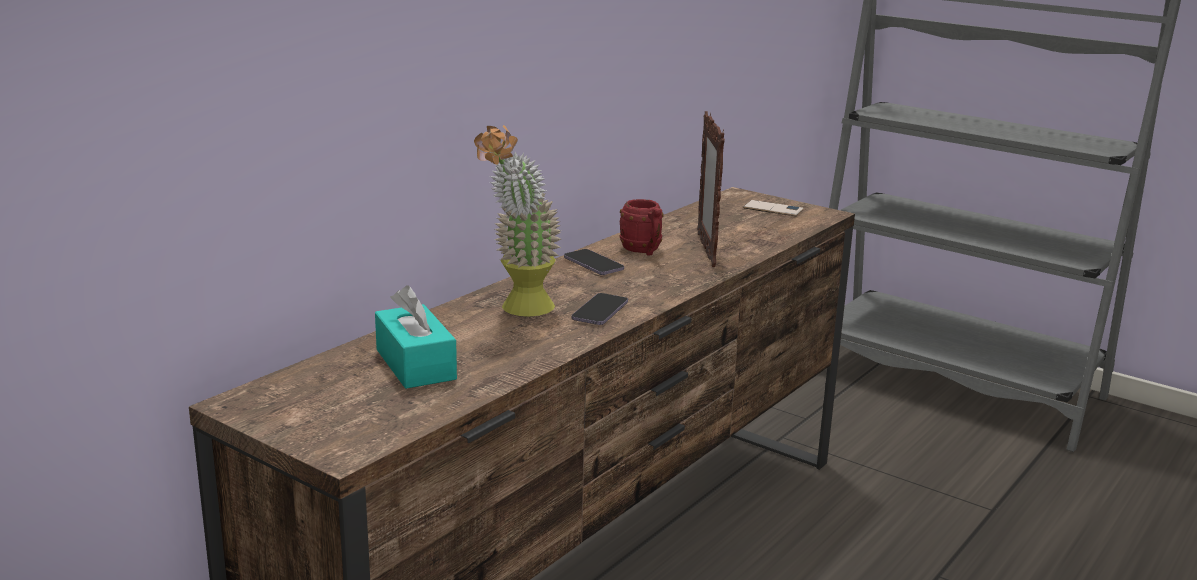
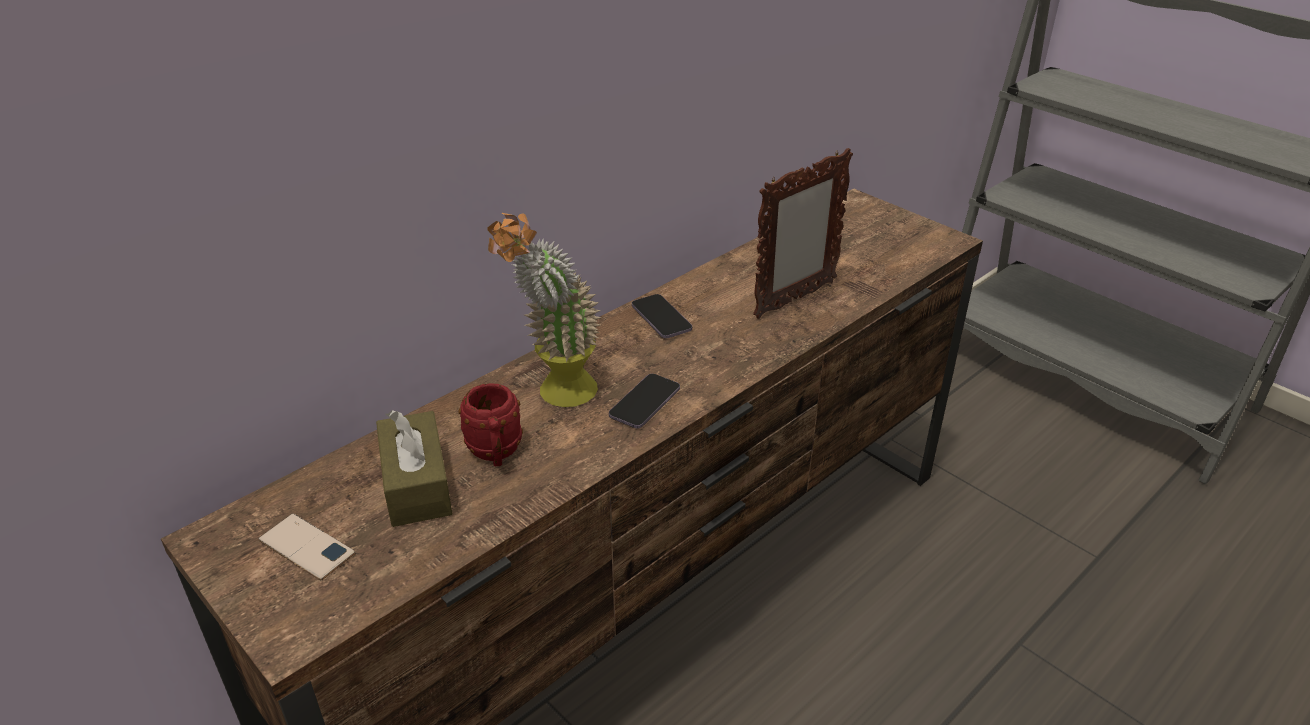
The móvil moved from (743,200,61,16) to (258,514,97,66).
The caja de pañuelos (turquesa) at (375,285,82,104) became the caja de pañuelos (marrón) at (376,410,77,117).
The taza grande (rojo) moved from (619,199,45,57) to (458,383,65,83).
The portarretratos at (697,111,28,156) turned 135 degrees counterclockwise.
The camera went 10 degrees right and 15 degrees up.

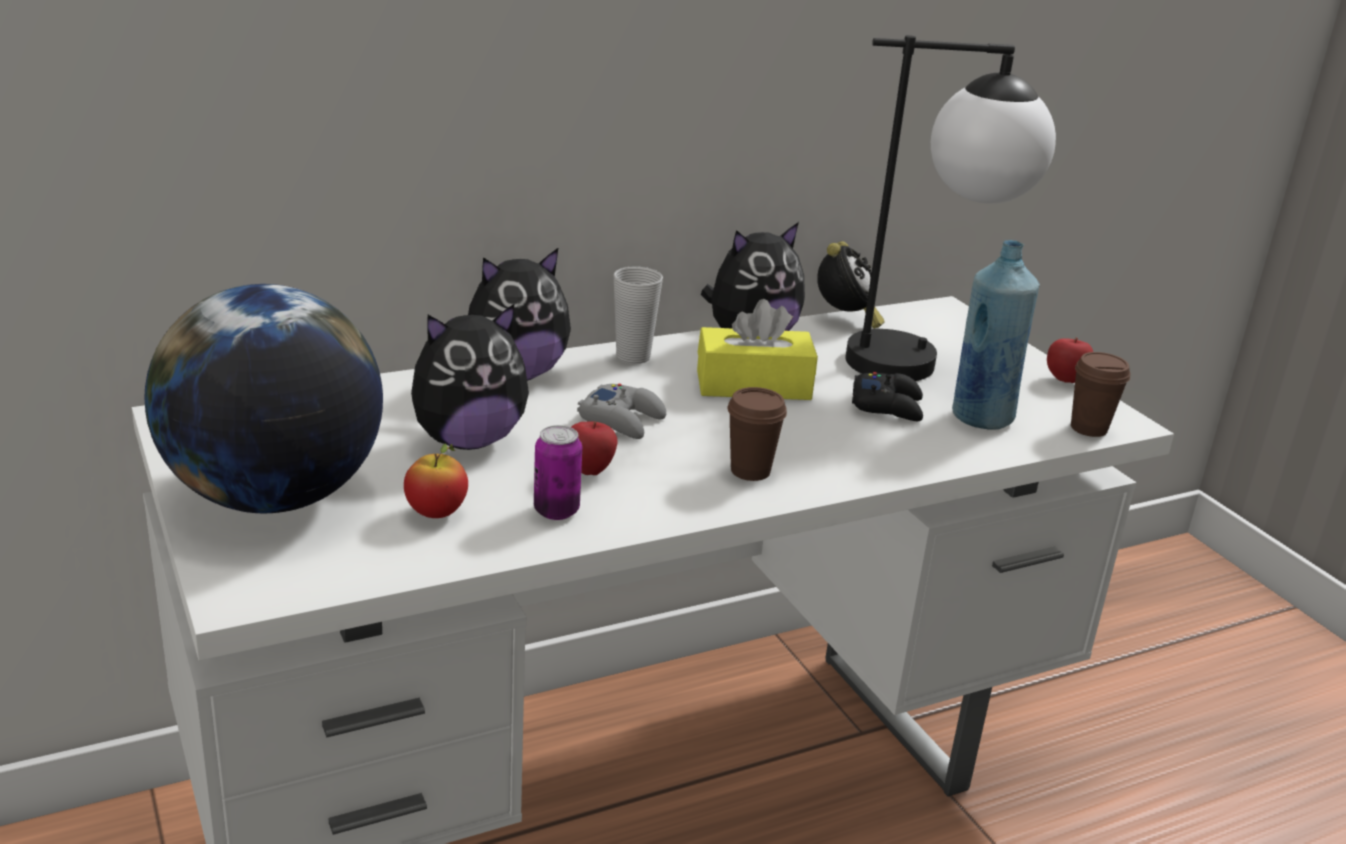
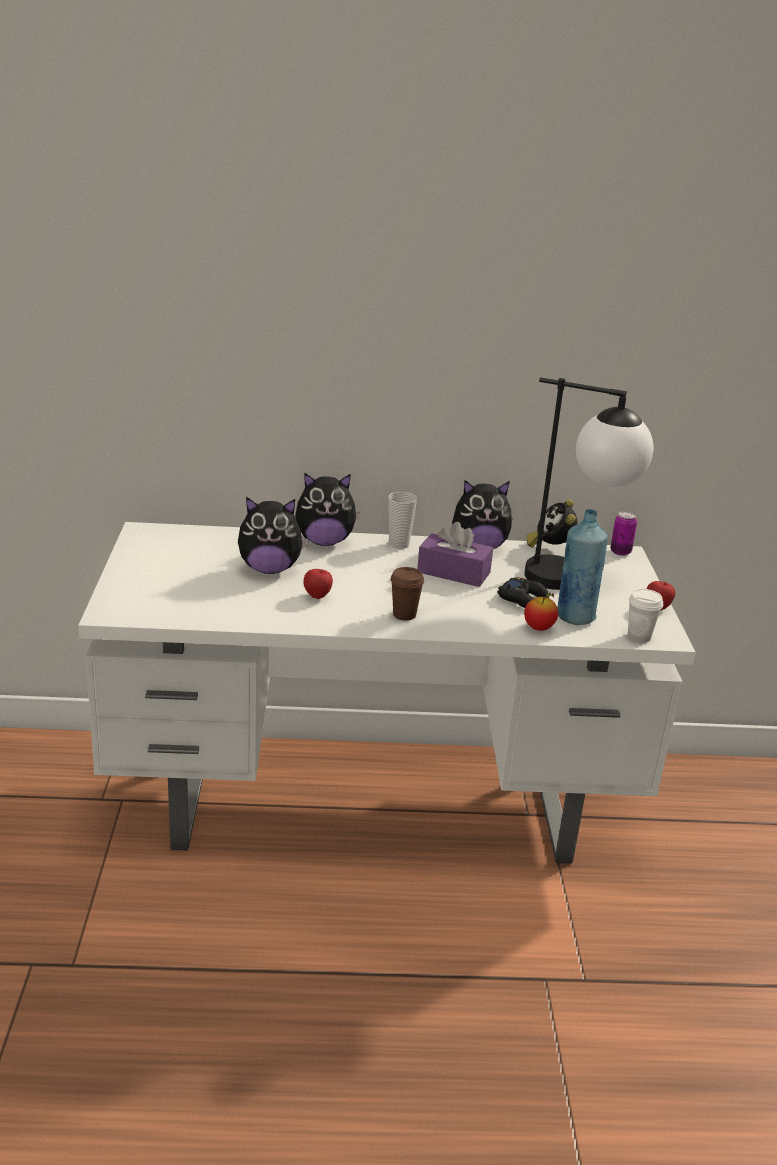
The caja de pañuelos (amarillo) at (697,299,121,101) became the caja de pañuelos (morado) at (417,522,76,65).
The manzana moved from (404,444,64,74) to (524,592,34,39).
The despertador at (817,241,68,88) turned 135 degrees clockwise.
The lata moved from (534,425,48,95) to (610,511,27,45).
The taza (marrón) at (1071,352,59,85) became the taza (blanco) at (628,589,35,54).
The globo terráqueo at (144,284,239,229) disappeared.
The mando de consola (gris) at (577,384,89,55) disappeared.
The camera went 25 degrees right and 0 degrees up.

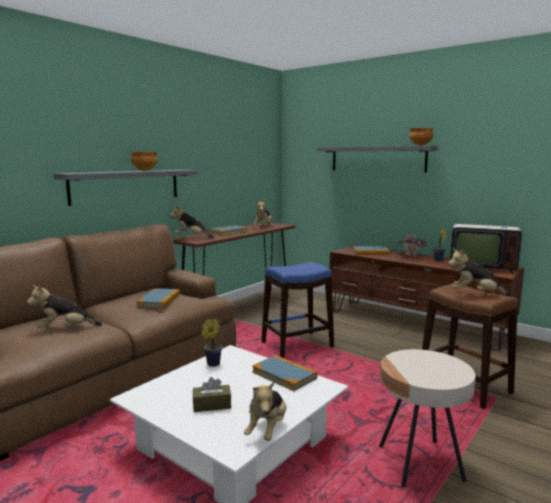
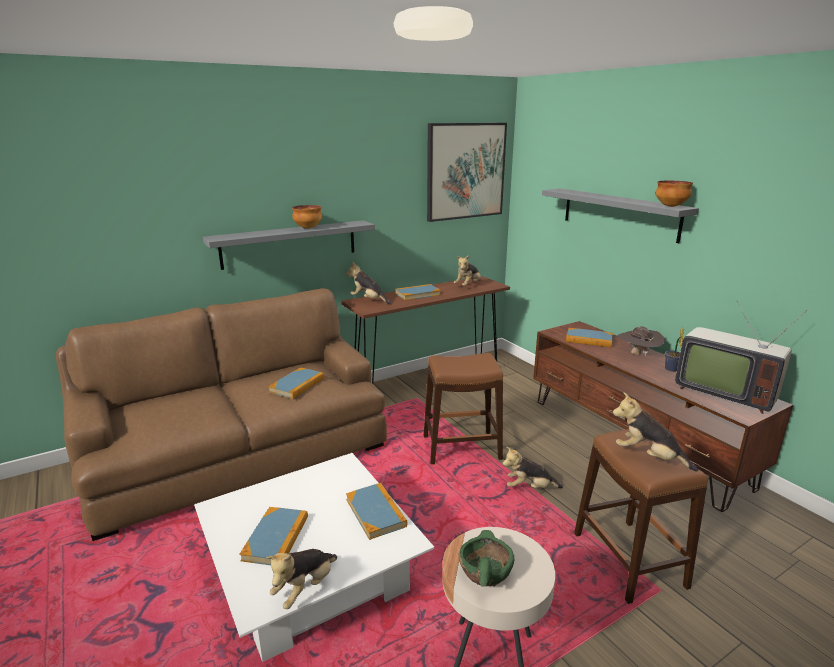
The caja de pañuelos (marrón) at (193,377,38,35) was replaced by the libro at (240,507,68,58).
The taburete (azul) at (262,262,72,96) became the taburete (marrón) at (424,353,79,111).
The cuadro at (427,123,80,99) appeared.
The cuenco (verde) at (459,530,55,57) appeared.
The peluche moved from (27,285,75,43) to (502,447,61,41).
The planta en maceta at (201,319,22,48) disappeared.
The camera went 20 degrees right and 10 degrees up.

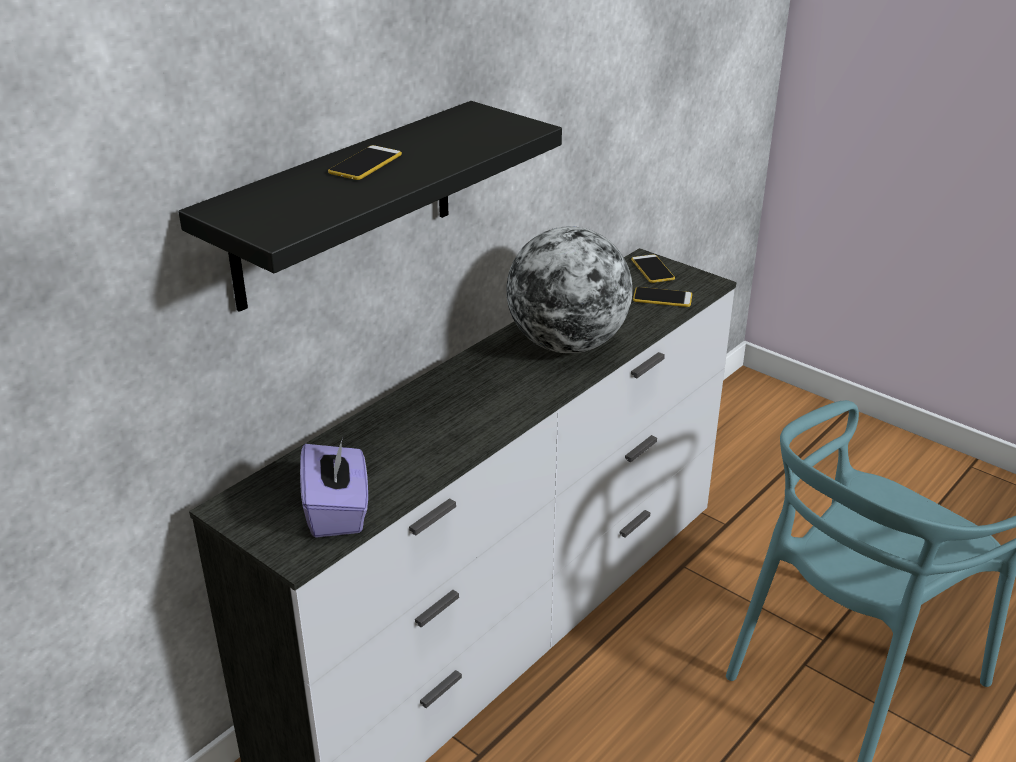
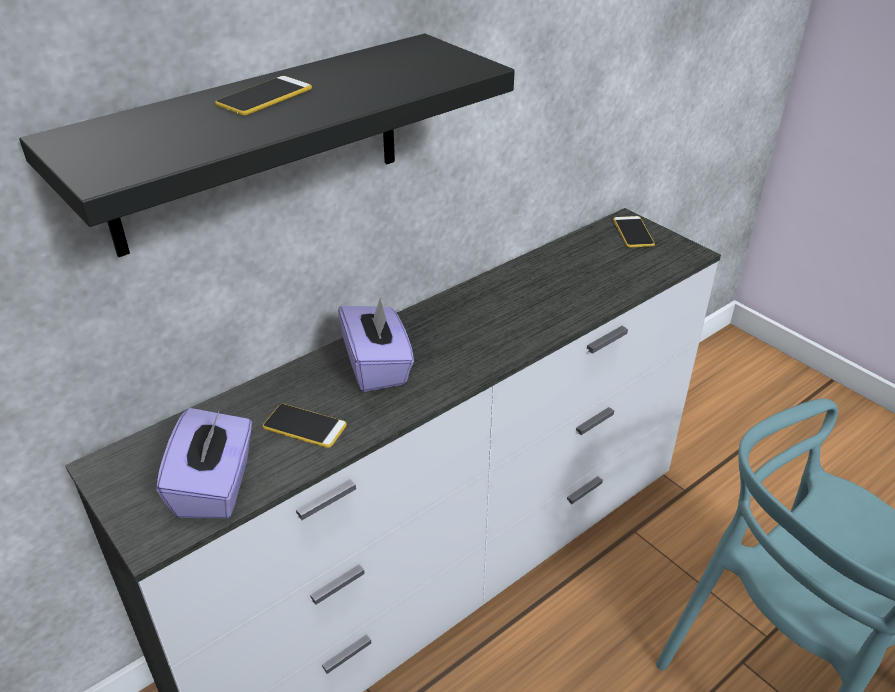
The móvil moved from (633,287,59,20) to (262,404,85,44).
The caja de pañuelos (morado) at (338,296,76,96) appeared.
The globo terráqueo at (506,226,127,128) disappeared.
The camera went 10 degrees right and 5 degrees up.

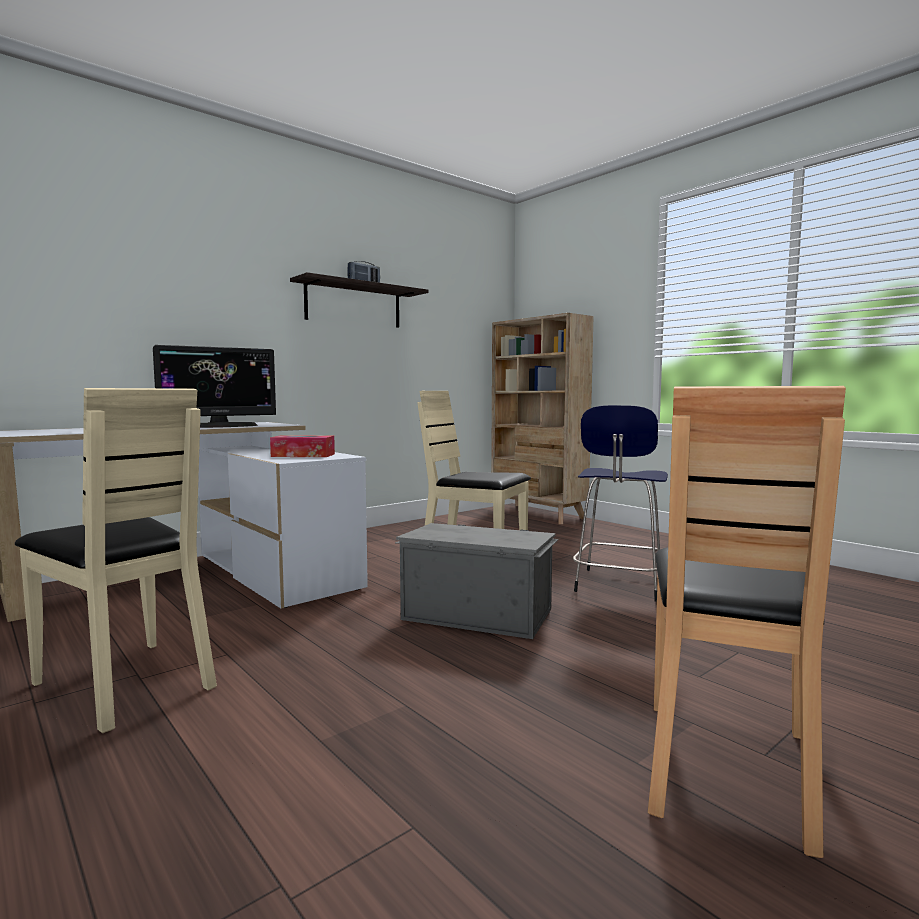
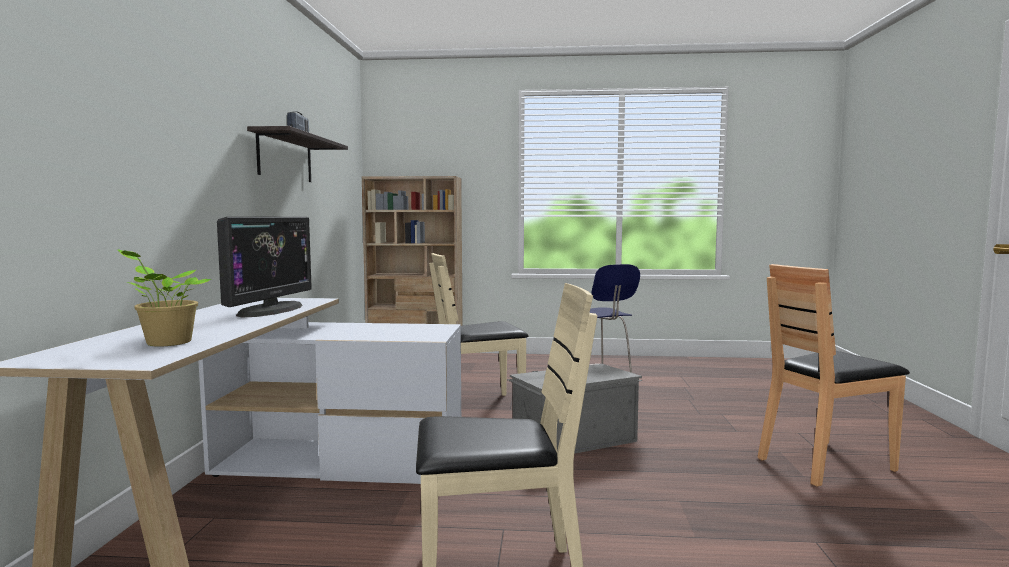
The planta en maceta at (117,249,95,98) appeared.
The silla (marrón) at (648,386,198,472) turned 90 degrees clockwise.
The caja de pañuelos at (270,435,65,22) disappeared.
The camera went 45 degrees left and 0 degrees up.

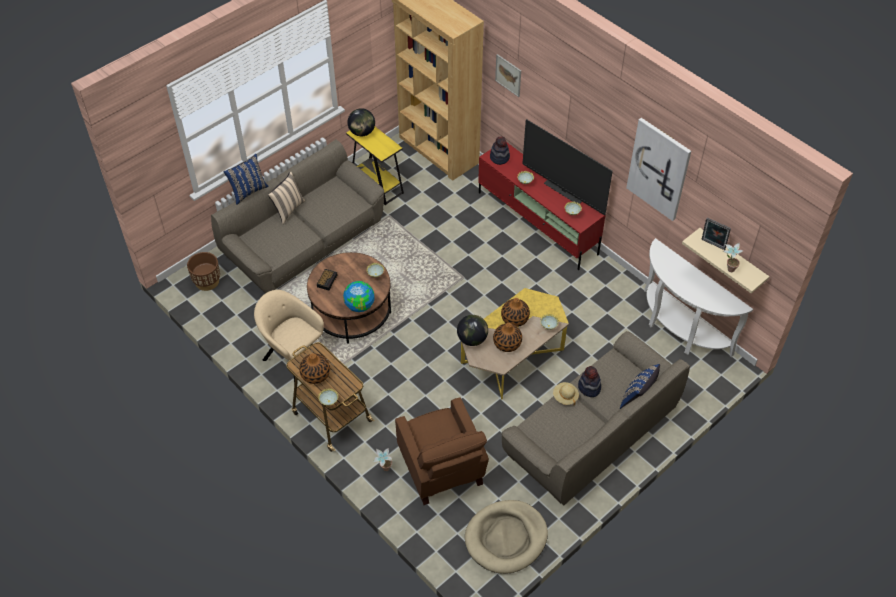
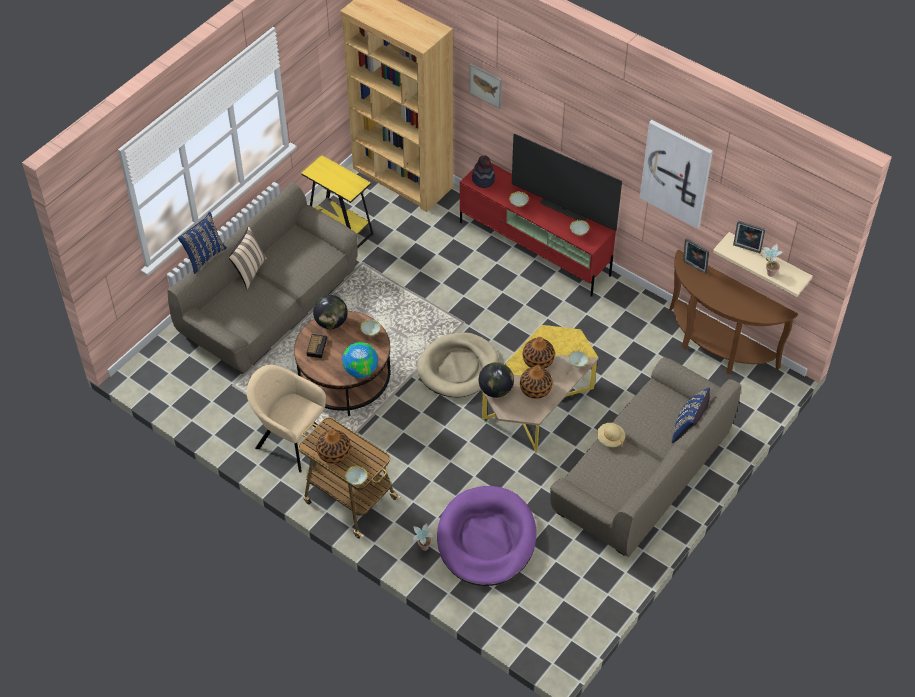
The globo terráqueo moved from (347,108,28,28) to (313,295,35,34).
The cama para perro (beis) moved from (465,500,83,74) to (417,332,81,65).
The sillón (marrón) at (395,398,94,107) was replaced by the cama para perro (morado) at (437,486,100,100).
The mesa consola (blanco) at (644,238,109,119) became the mesa consola (marrón) at (669,250,129,124).
The portarretratos at (683,238,26,36) appeared.
The maceta (marrón) at (187,252,33,39) disappeared.
The sombrero at (578,366,23,31) disappeared.
The camera went 10 degrees left and 0 degrees up.

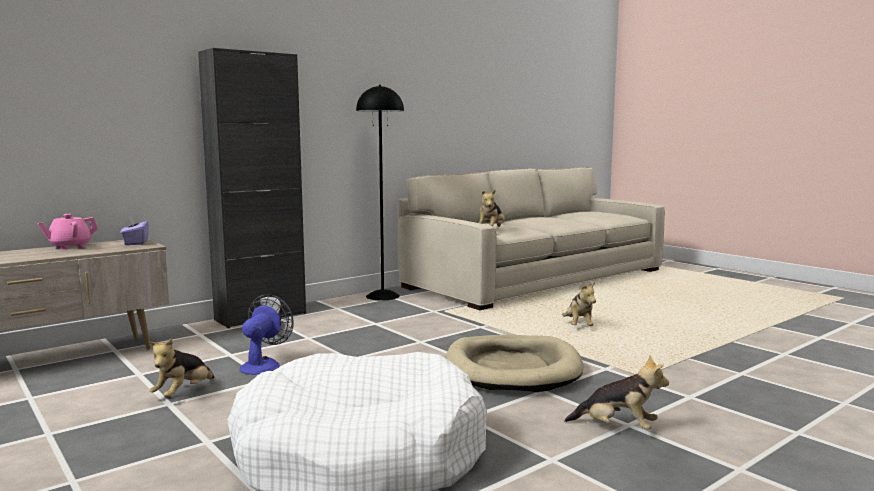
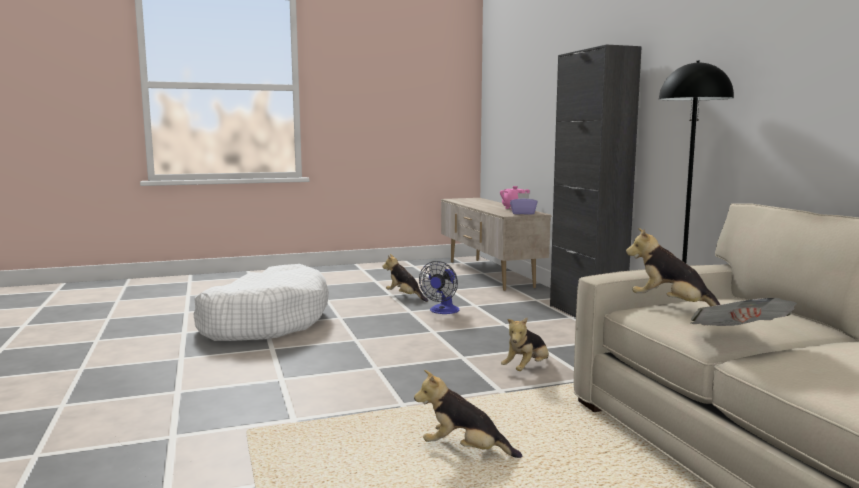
The ventilador at (240,294,54,81) turned 75 degrees clockwise.
The peluche moved from (565,356,104,74) to (501,318,48,53).
The periódico at (690,298,107,28) appeared.
The cama para perro (beis) at (446,335,138,57) disappeared.
The camera went 110 degrees right and 0 degrees up.

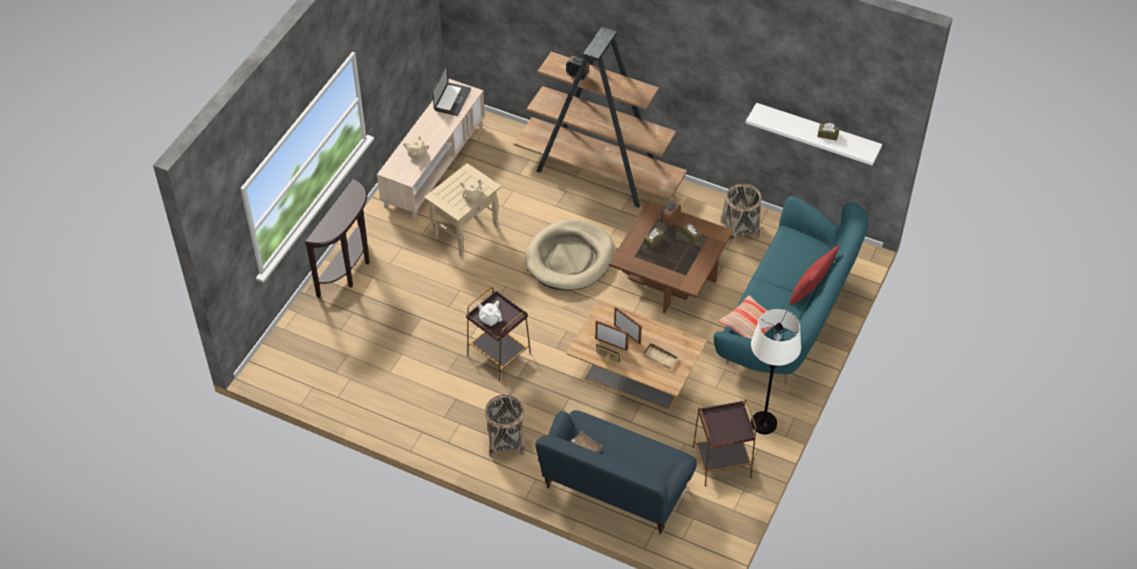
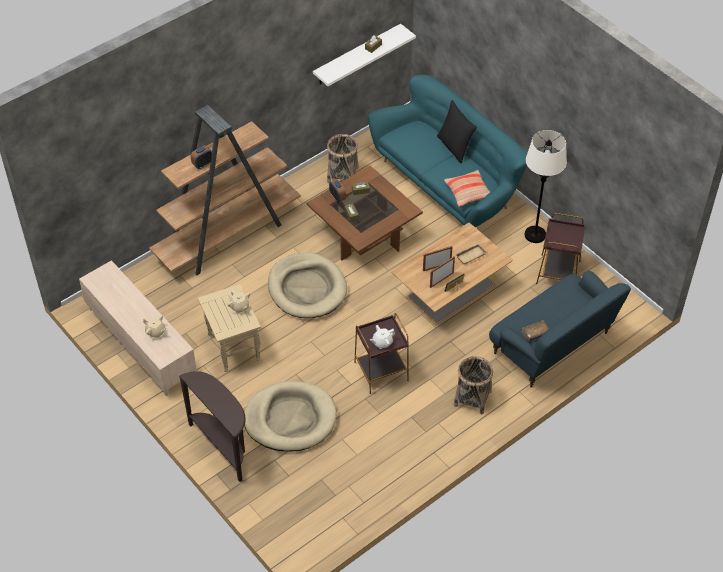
The cama para perro (beis) at (244,381,93,71) appeared.
The cojín (rojo) at (789,245,50,60) became the cojín (negro) at (437,100,40,63).
The portátil at (432,65,39,51) disappeared.
The camera went 65 degrees left and 0 degrees up.

